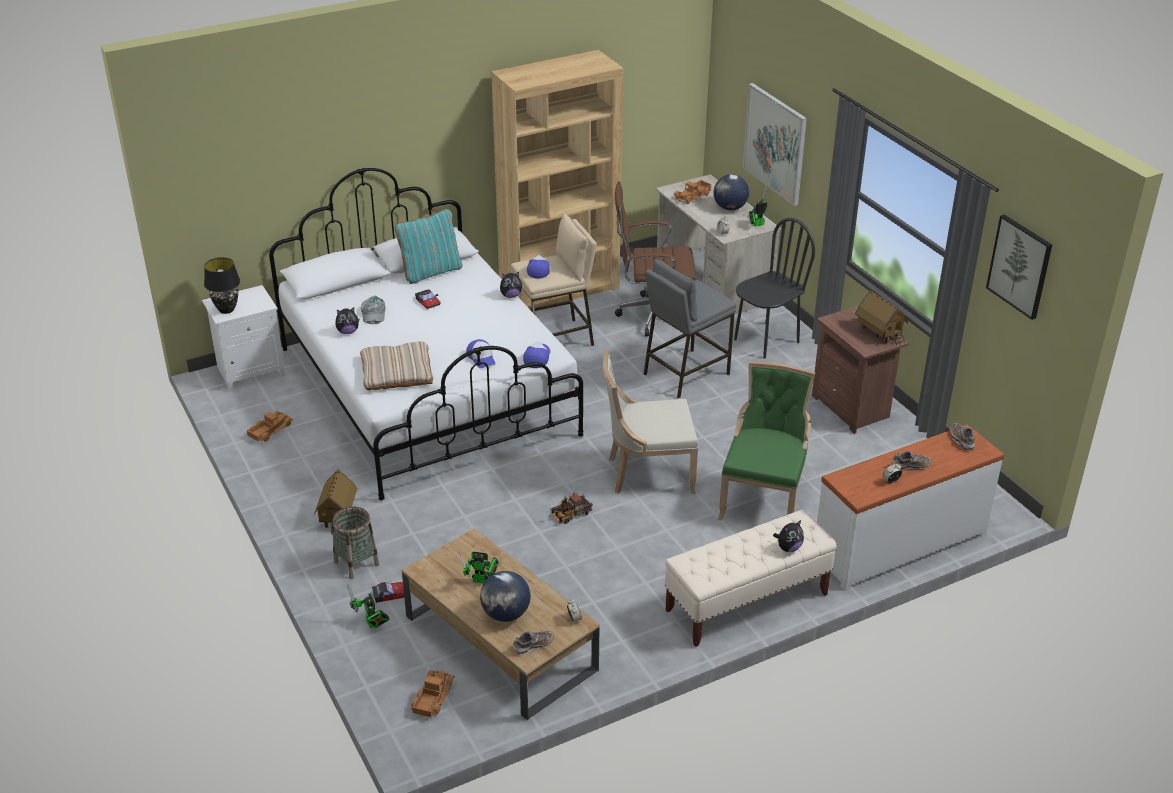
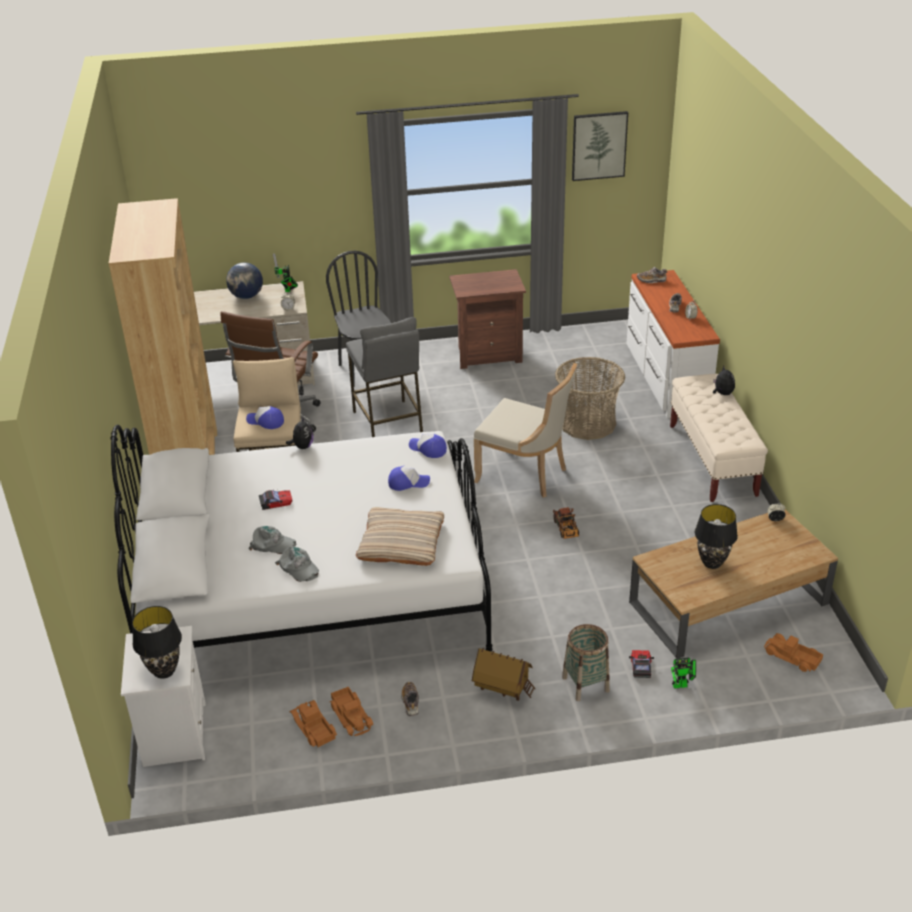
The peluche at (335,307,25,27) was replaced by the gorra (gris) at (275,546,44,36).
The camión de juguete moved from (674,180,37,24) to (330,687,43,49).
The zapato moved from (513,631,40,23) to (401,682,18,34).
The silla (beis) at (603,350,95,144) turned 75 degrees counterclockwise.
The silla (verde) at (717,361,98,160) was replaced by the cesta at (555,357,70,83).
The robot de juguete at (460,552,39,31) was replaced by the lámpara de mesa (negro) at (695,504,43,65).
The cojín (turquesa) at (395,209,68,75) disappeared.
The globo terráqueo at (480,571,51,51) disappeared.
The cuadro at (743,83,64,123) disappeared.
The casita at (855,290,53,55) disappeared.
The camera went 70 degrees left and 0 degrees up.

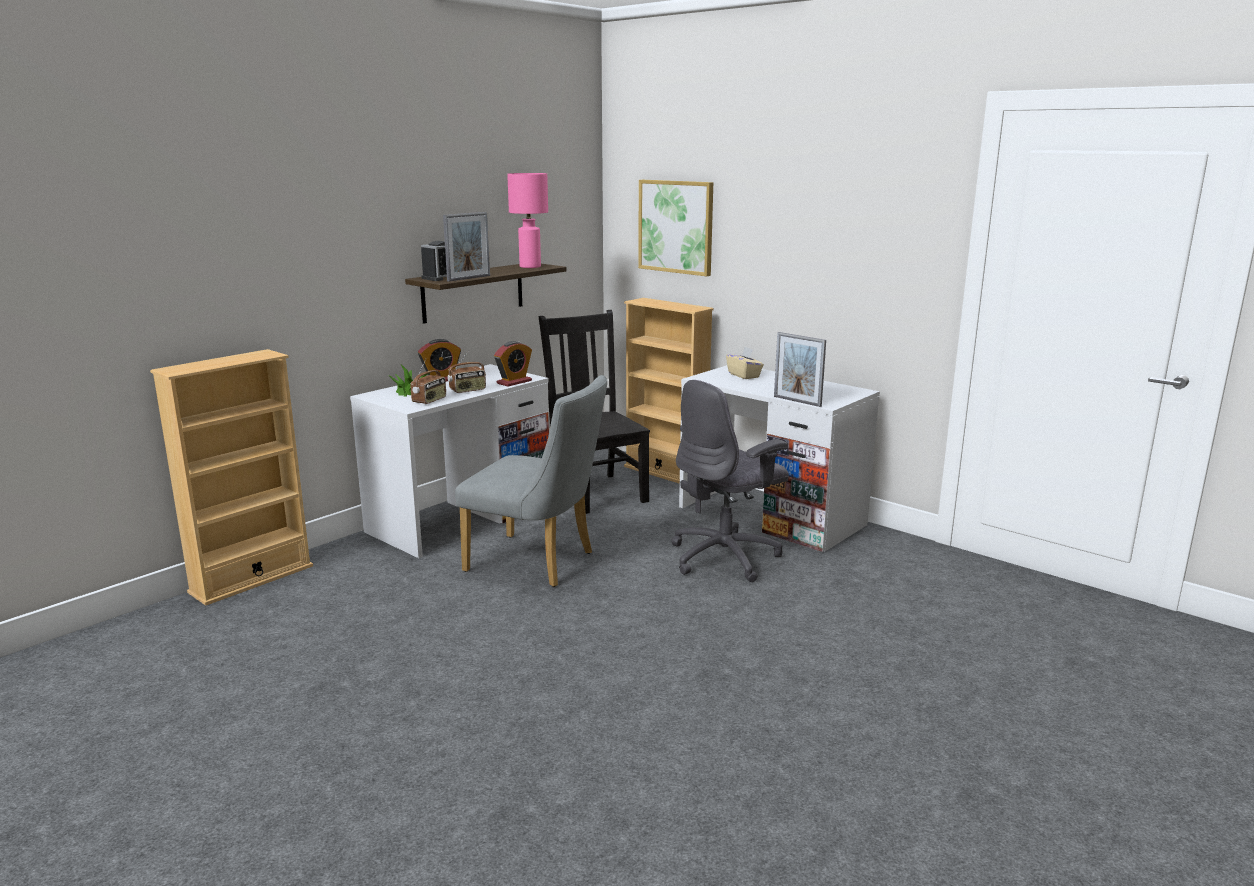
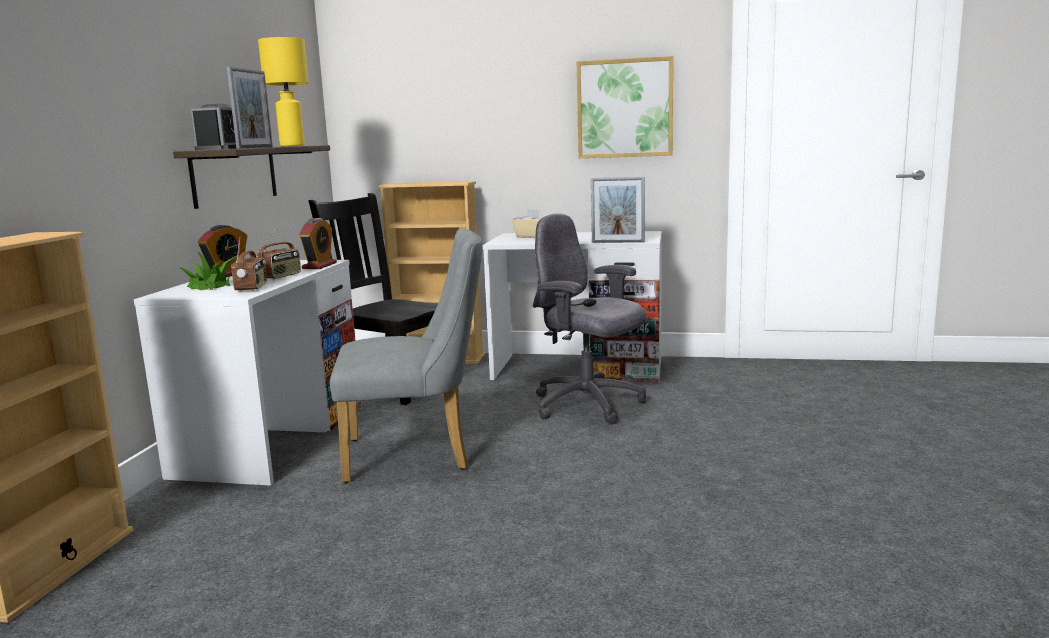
The lámpara de mesa (rosa) at (507,173,41,95) became the lámpara de mesa (amarillo) at (258,37,51,109).
The silla de oficina (gris) at (671,380,118,202) turned 105 degrees clockwise.
The cuadro moved from (638,180,75,96) to (577,56,96,102).
The camera went 30 degrees left and 5 degrees down.

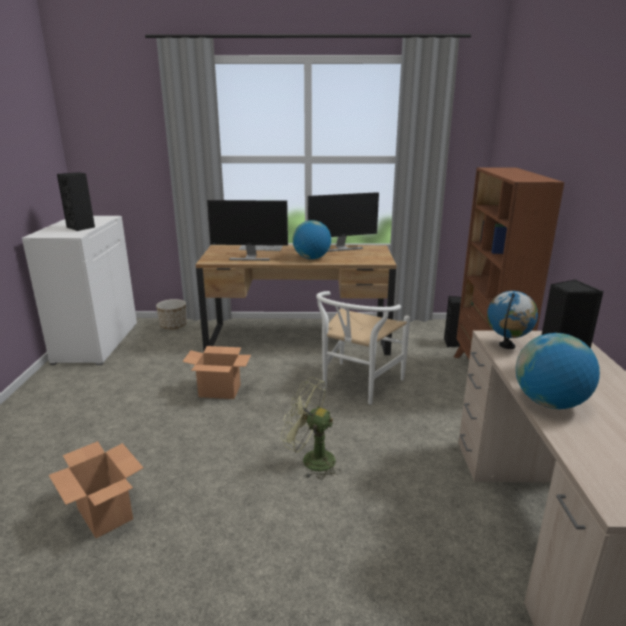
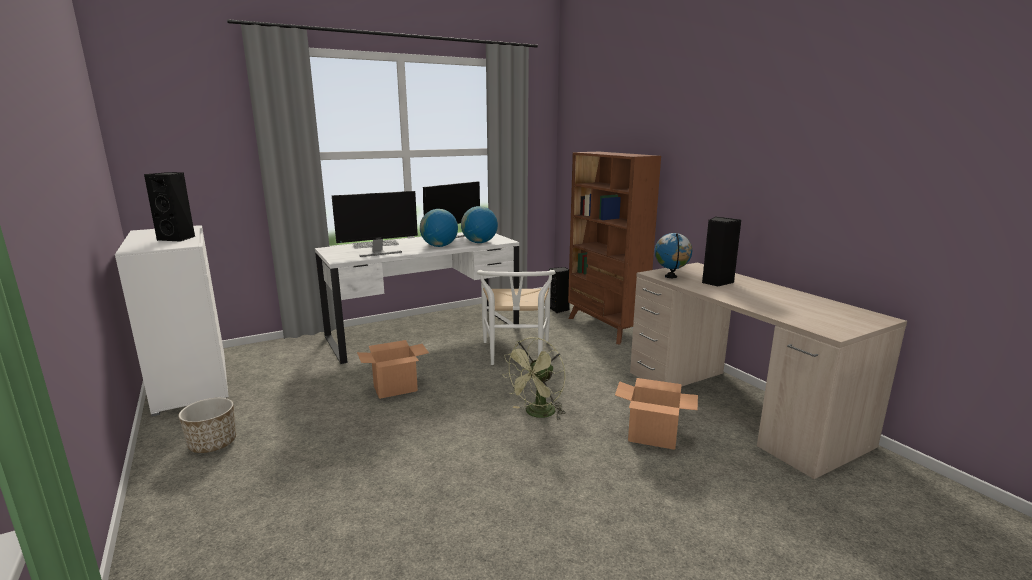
The maceta moved from (156,299,31,31) to (178,398,58,55).
The escritorio (marrón) at (196,245,201,110) became the escritorio (blanco) at (315,233,204,131).
The globo terráqueo moved from (516,333,84,76) to (461,206,37,37).
The ventilador (verde) at (281,377,60,103) turned 45 degrees counterclockwise.
The caja de cartón moved from (49,441,95,97) to (615,378,83,72).
The camera went 30 degrees left and 5 degrees down.

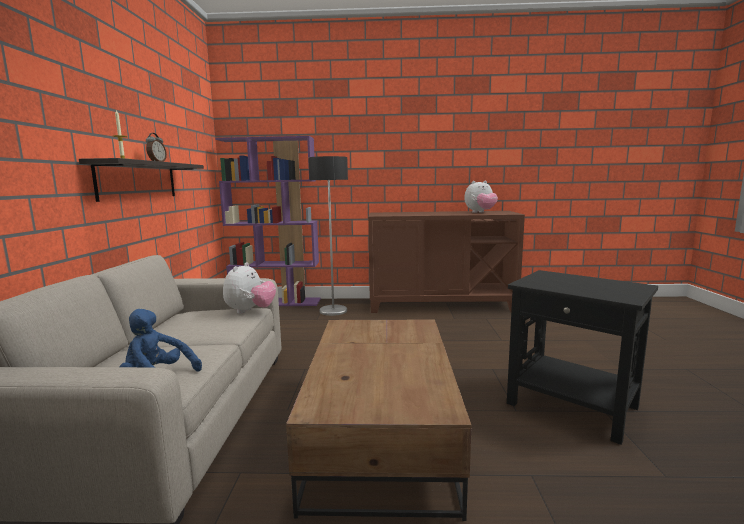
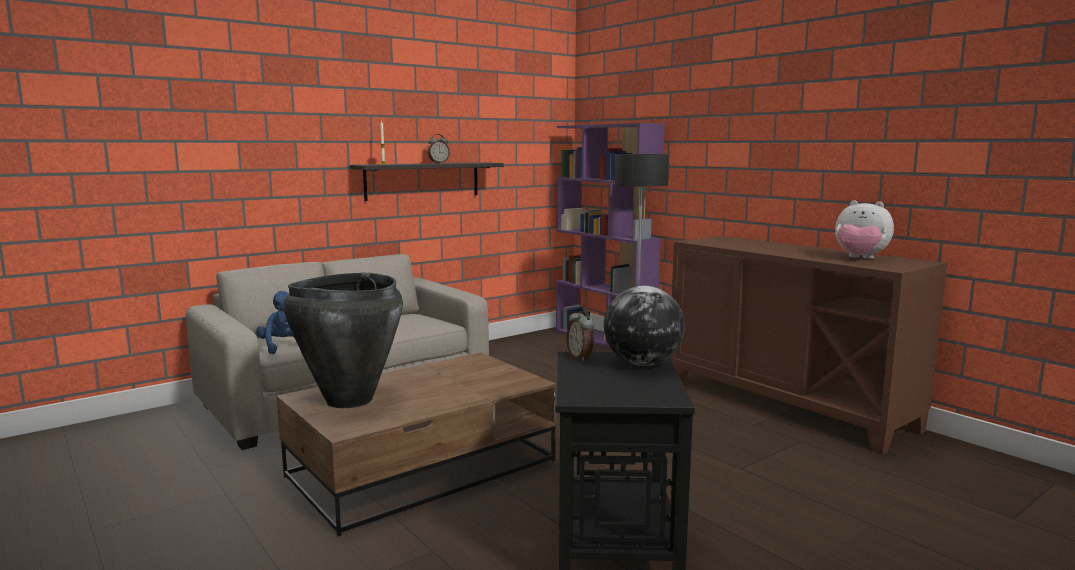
The florero (negro) at (283,272,120,136) appeared.
The despertador at (566,307,28,54) appeared.
The globo terráqueo at (604,286,81,80) appeared.
The peluche at (223,262,53,52) disappeared.
The camera went 50 degrees right and 0 degrees up.

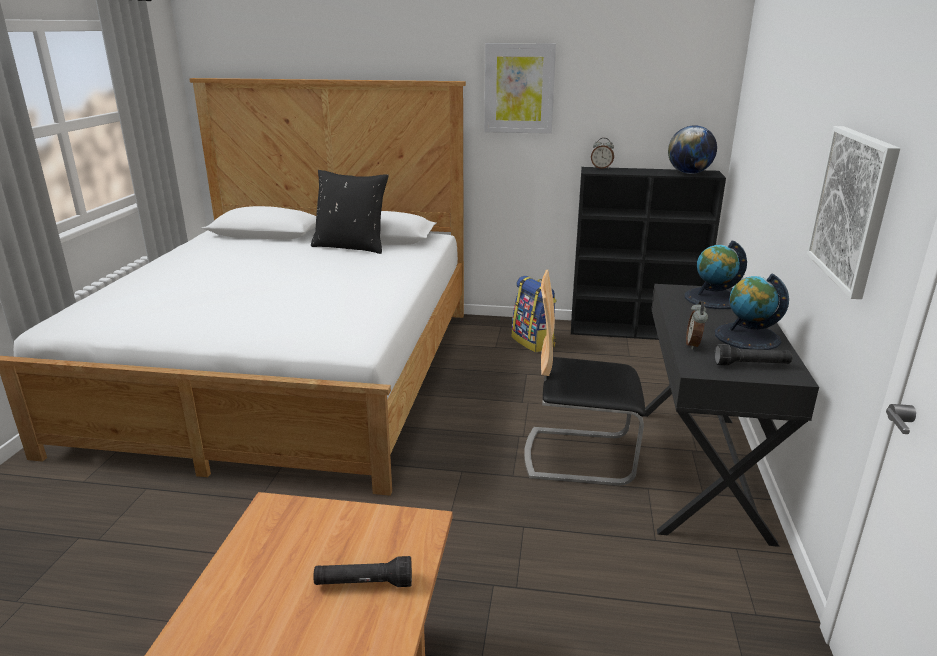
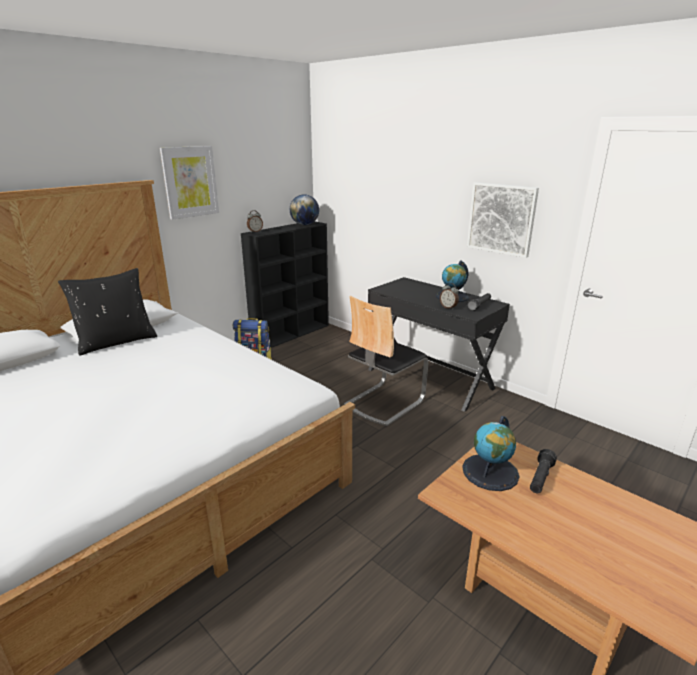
The globo terráqueo moved from (685,241,62,68) to (462,416,57,75).
The camera went 55 degrees left and 0 degrees up.

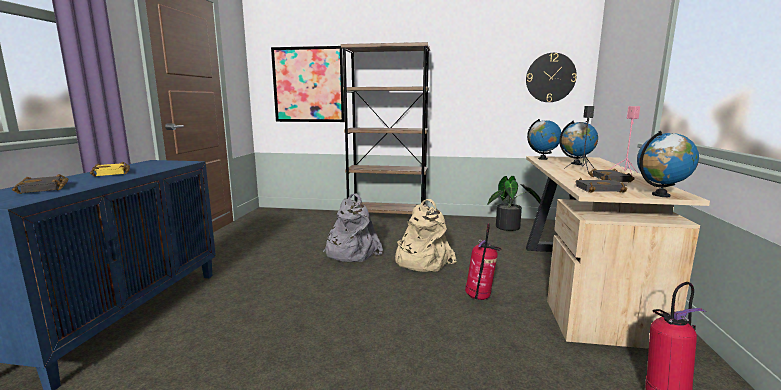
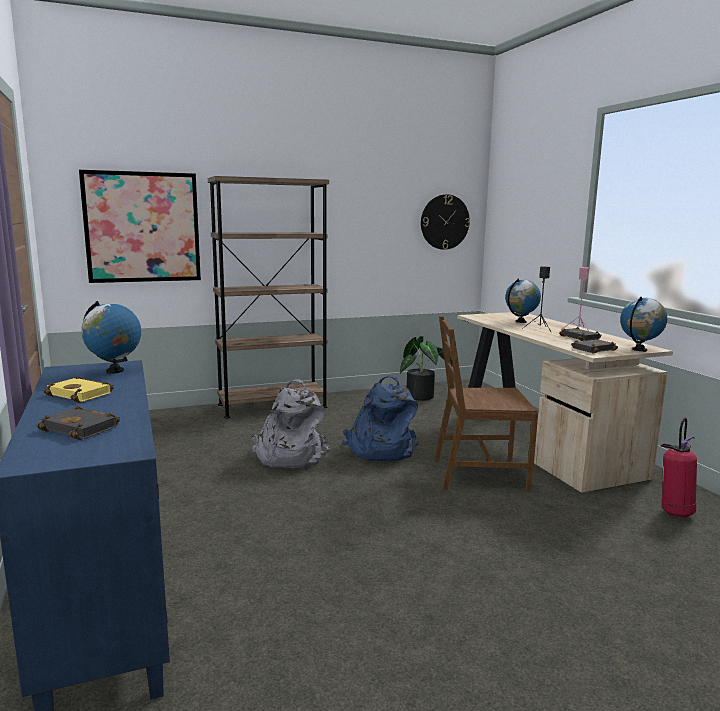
The globo terráqueo moved from (527,119,34,41) to (81,301,60,73).
The mochila (beis) at (395,199,61,73) became the mochila (azul) at (342,375,77,86).
The extintor at (465,223,37,77) was replaced by the silla (marrón) at (434,316,104,176).
The camera went 30 degrees left and 0 degrees up.

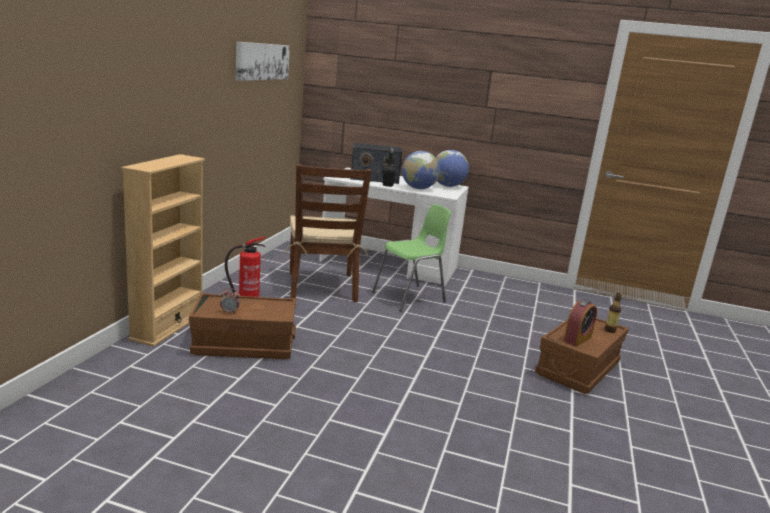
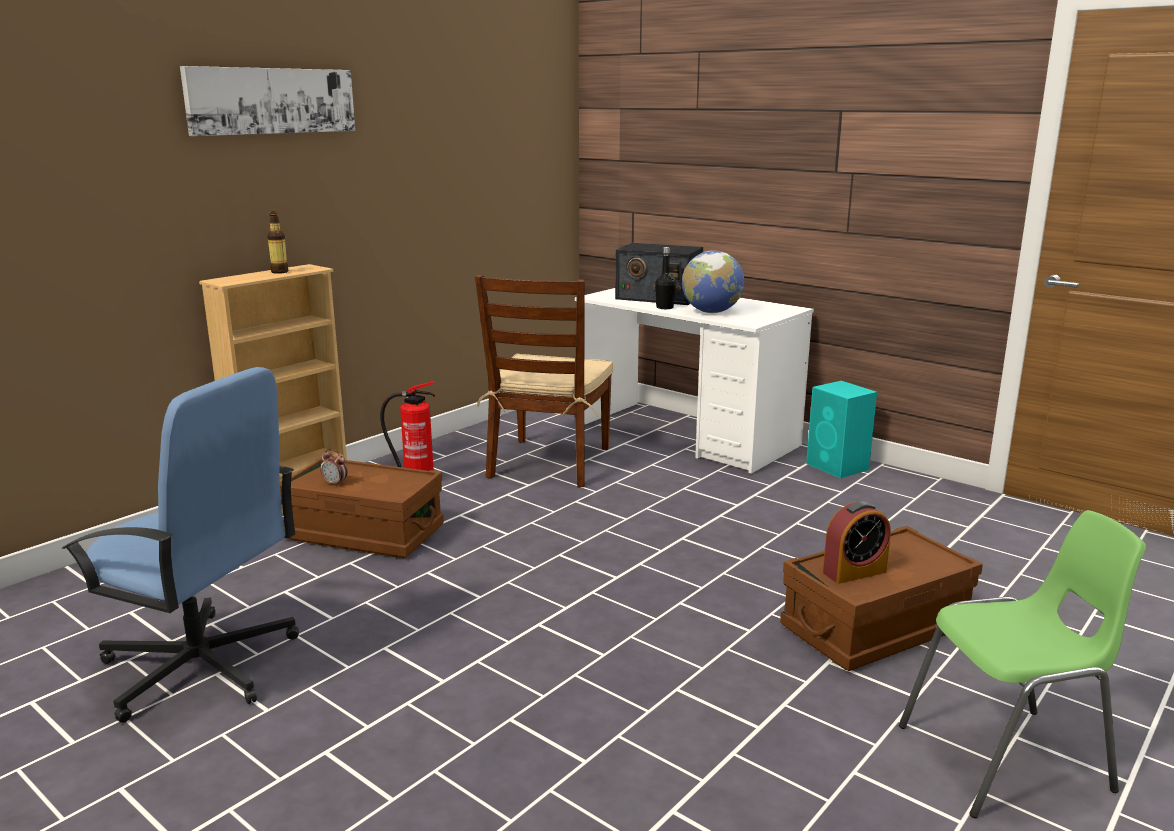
The silla de oficina (azul) at (62,367,237,356) appeared.
The cuadro moved from (236,42,54,39) to (180,66,175,70).
The botella moved from (604,293,18,40) to (268,212,20,62).
The altavoz (turquesa) at (806,381,71,97) appeared.
The silla (verde) moved from (372,204,79,107) to (899,510,247,308).
The globo terráqueo at (436,150,33,37) disappeared.
The camera went 25 degrees right and 0 degrees up.

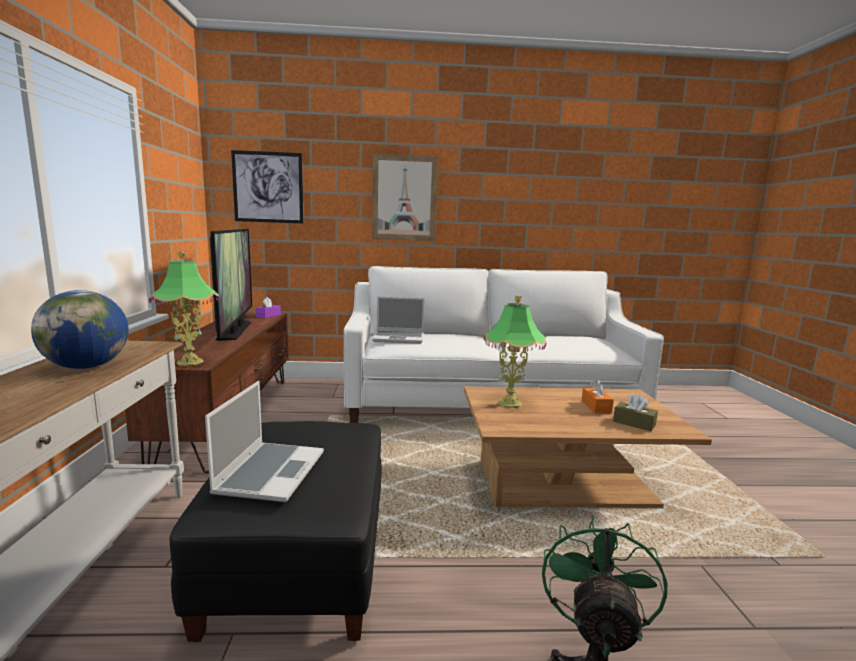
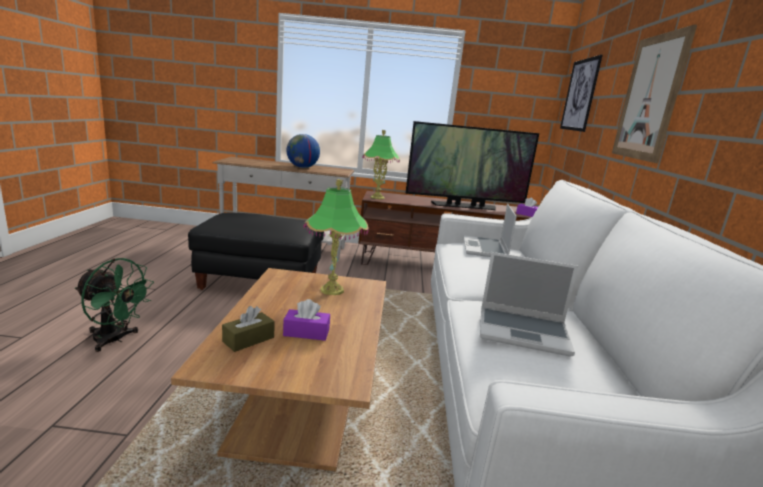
The caja de pañuelos (naranja) at (581,380,33,33) became the caja de pañuelos (morado) at (283,299,47,42).
The portátil moved from (205,381,119,121) to (480,252,98,105).
The camera went 95 degrees right and 5 degrees up.

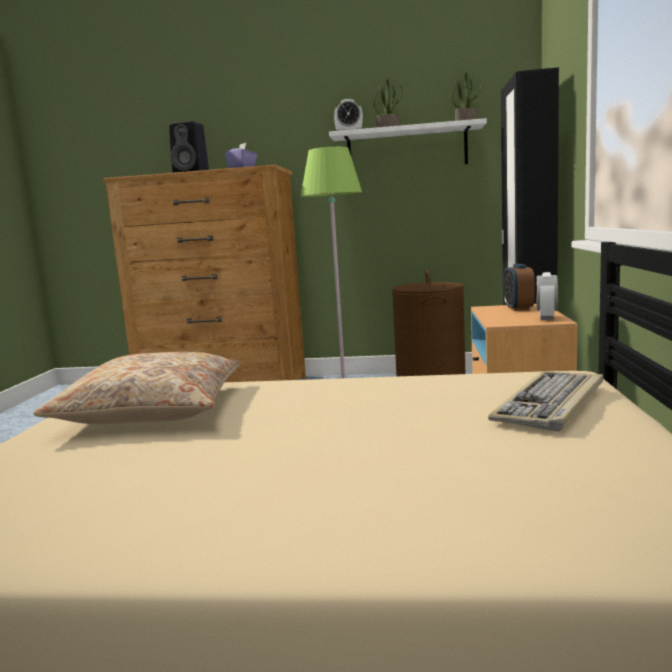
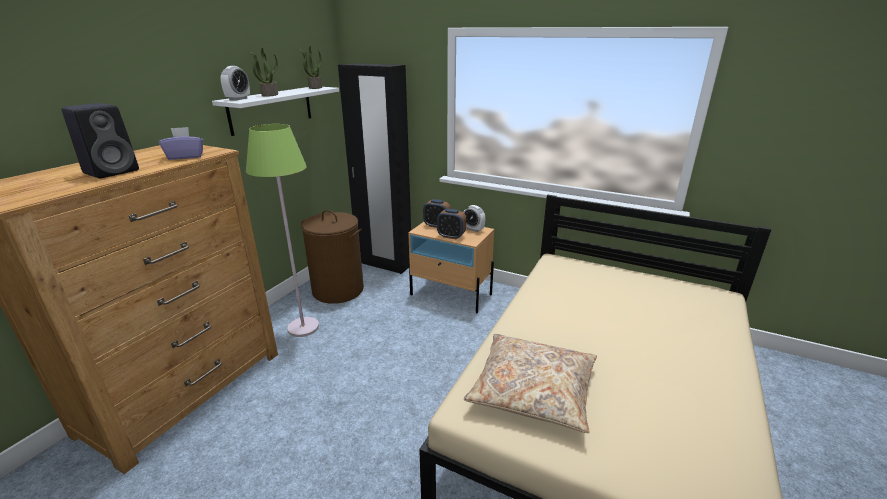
The despertador at (437,209,29,30) appeared.
The teclado at (488,371,115,61) disappeared.
The camera went 70 degrees left and 15 degrees up.

